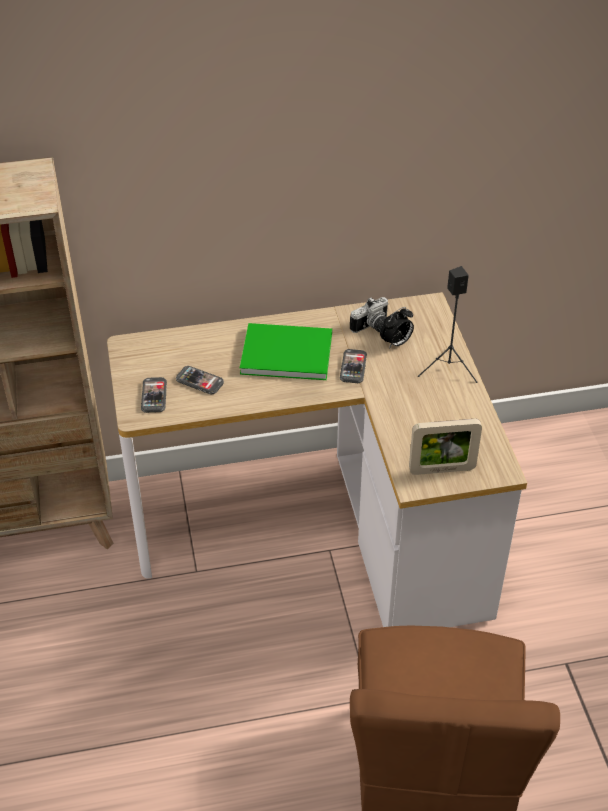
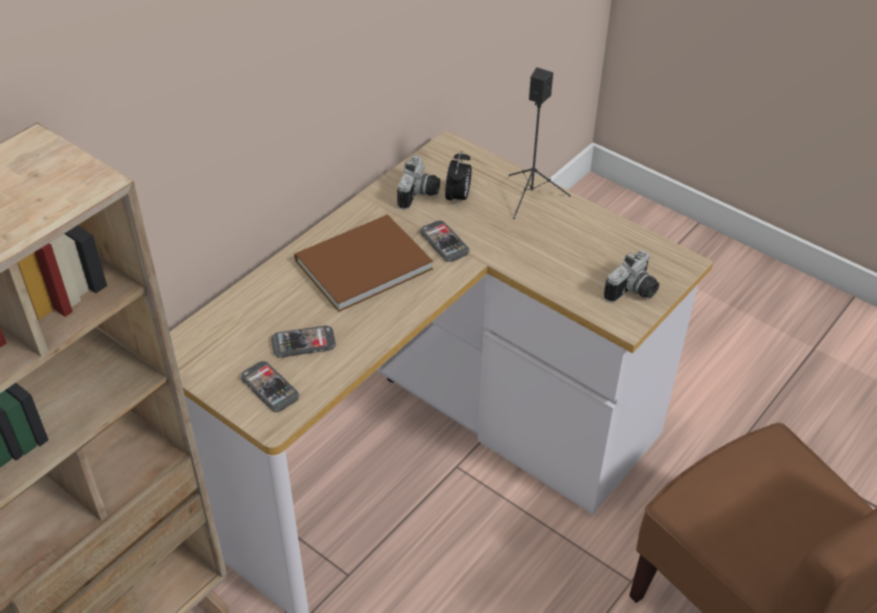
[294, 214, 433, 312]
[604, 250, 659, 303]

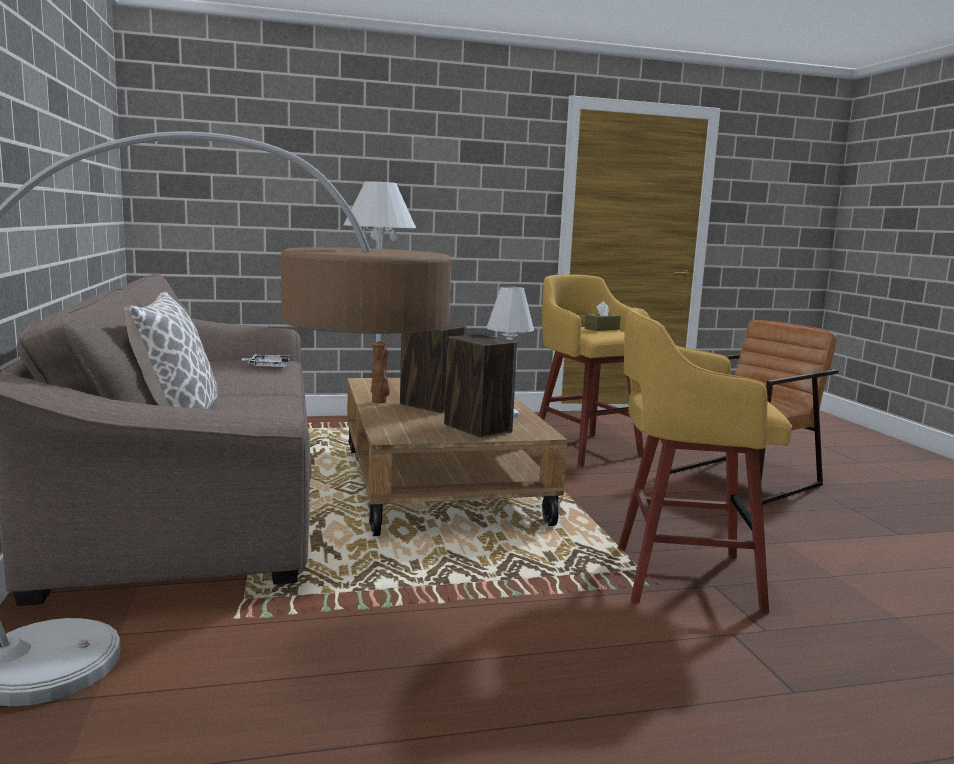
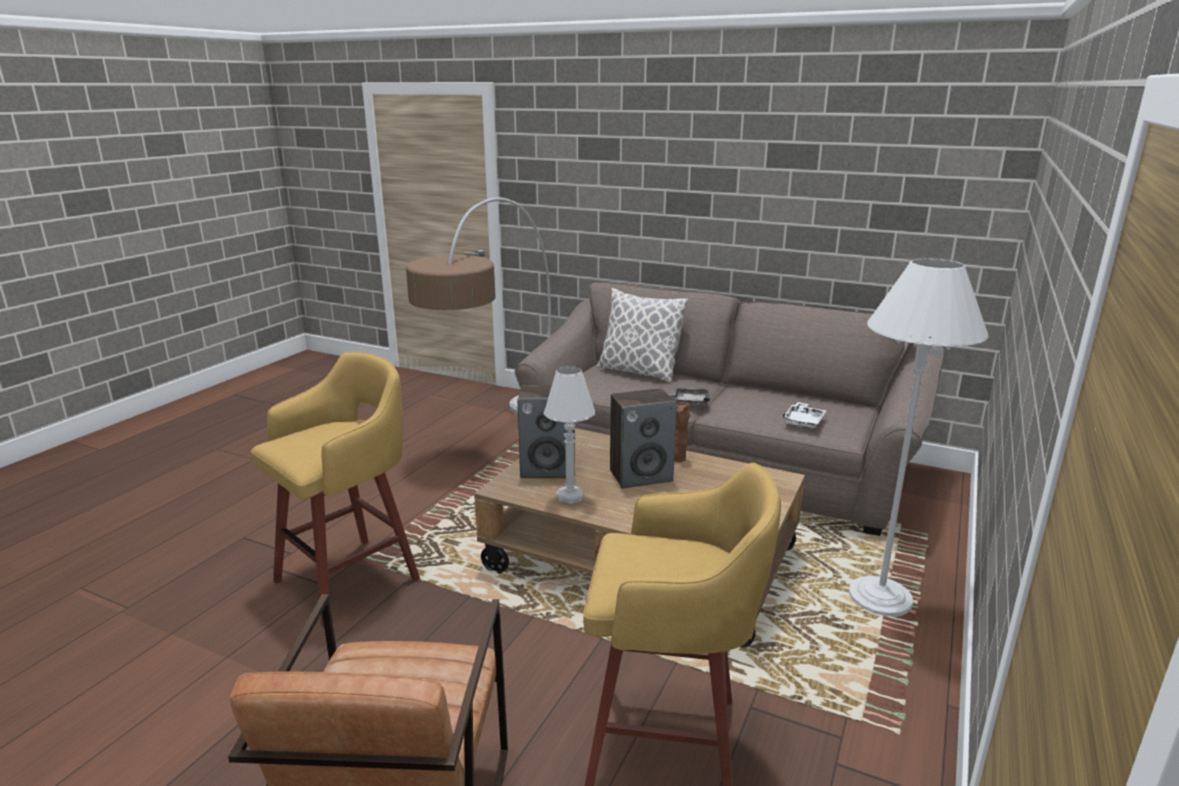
[585, 301, 621, 331] (first image)
[668, 387, 710, 406]

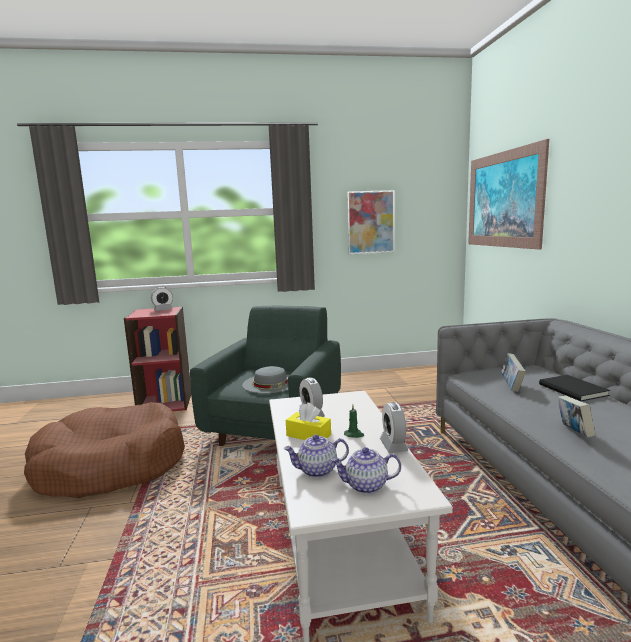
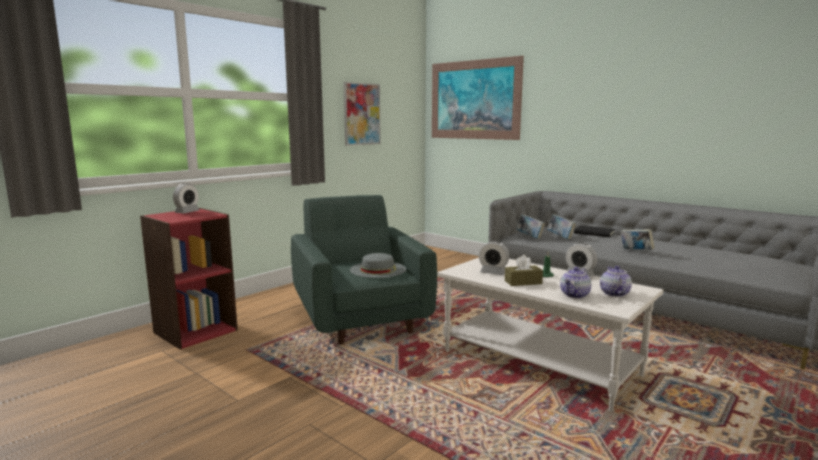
[24, 402, 185, 498] (first image)
[505, 255, 543, 286]
[600, 266, 632, 297]
[517, 214, 545, 239]

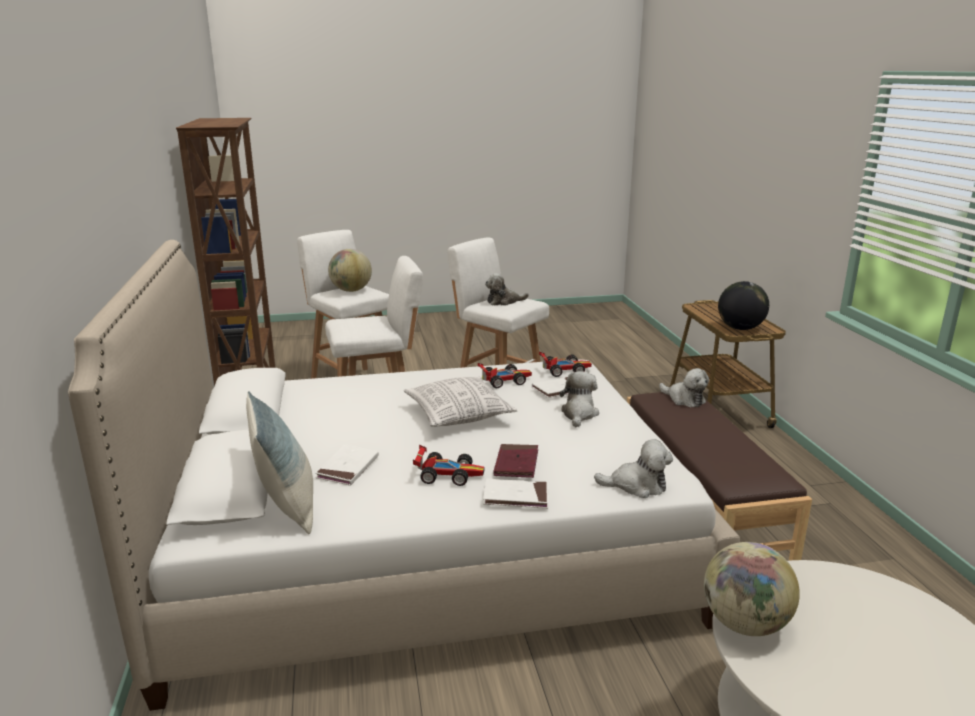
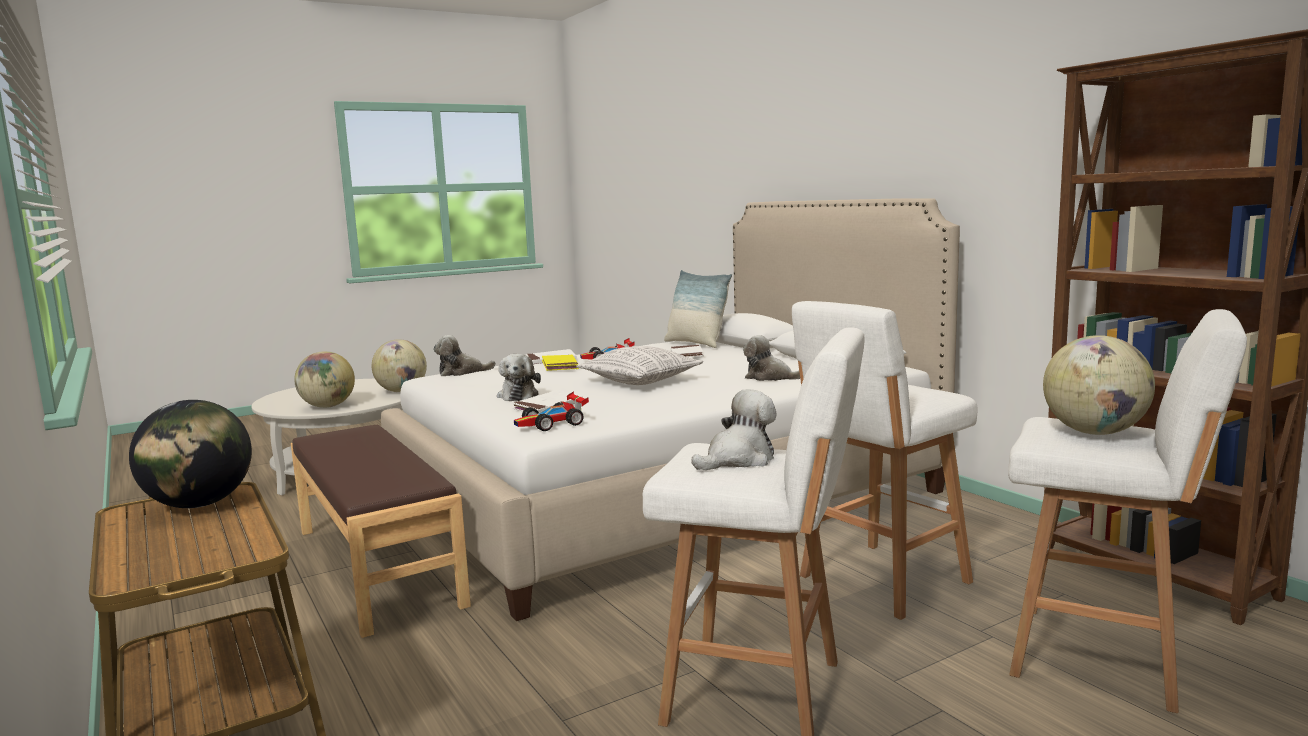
[478, 363, 532, 388] (first image)
[542, 355, 579, 371]
[743, 335, 800, 381]
[294, 351, 355, 408]

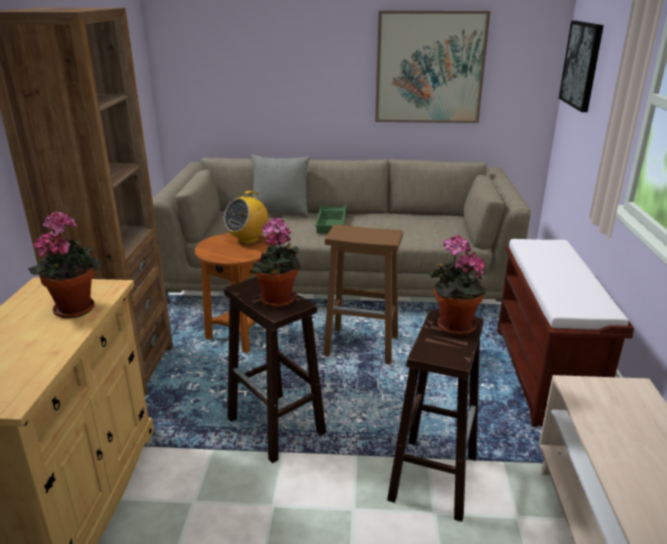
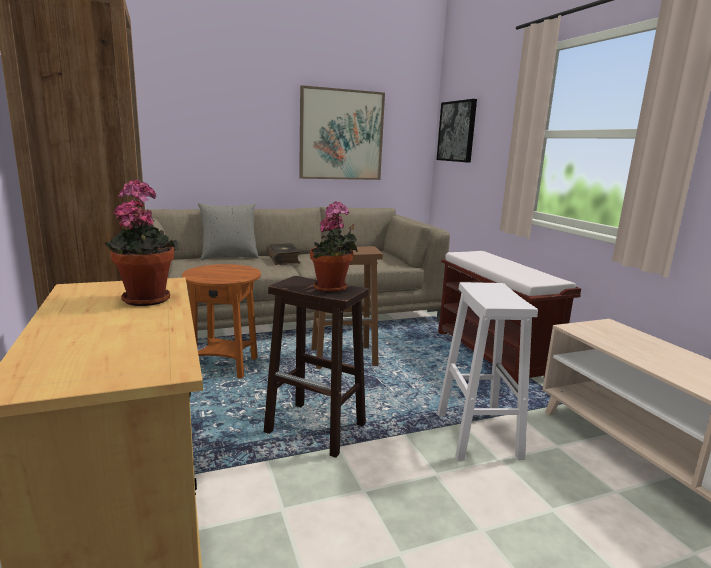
[224, 191, 268, 244] (first image)
[267, 243, 301, 265]
[437, 282, 538, 460]
[428, 235, 486, 336] (first image)

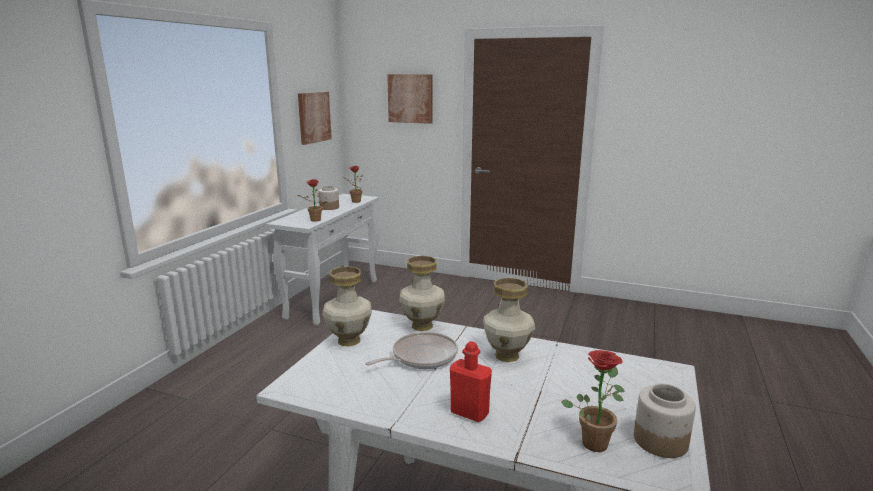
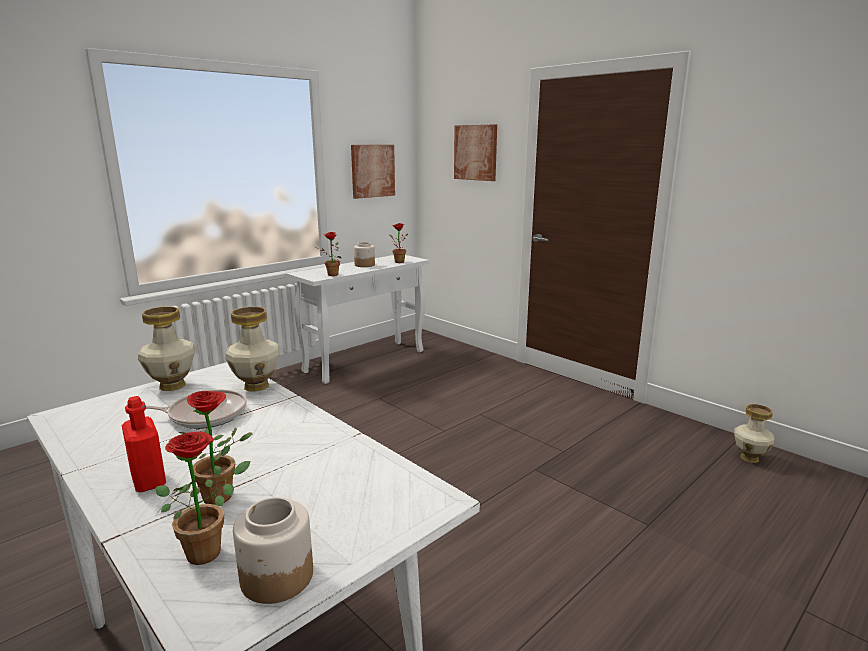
[734, 404, 775, 463]
[179, 391, 253, 505]

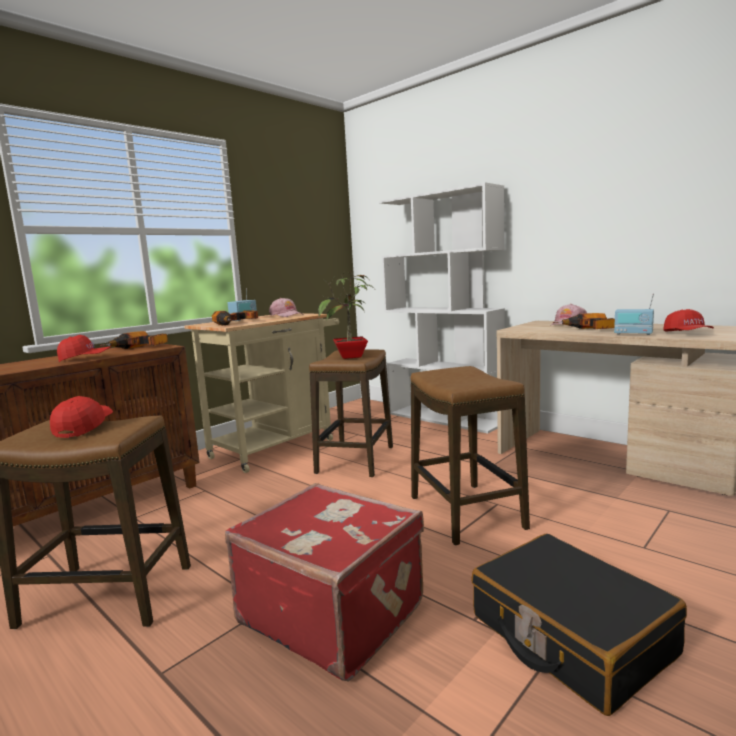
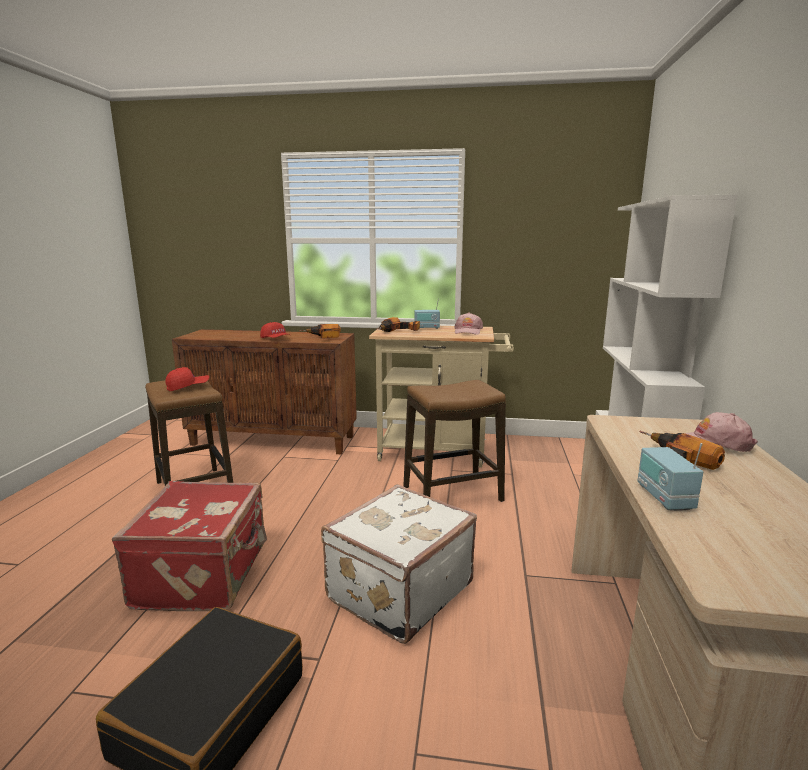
[318, 273, 375, 359] (first image)
[321, 484, 477, 644]
[663, 309, 714, 332] (first image)

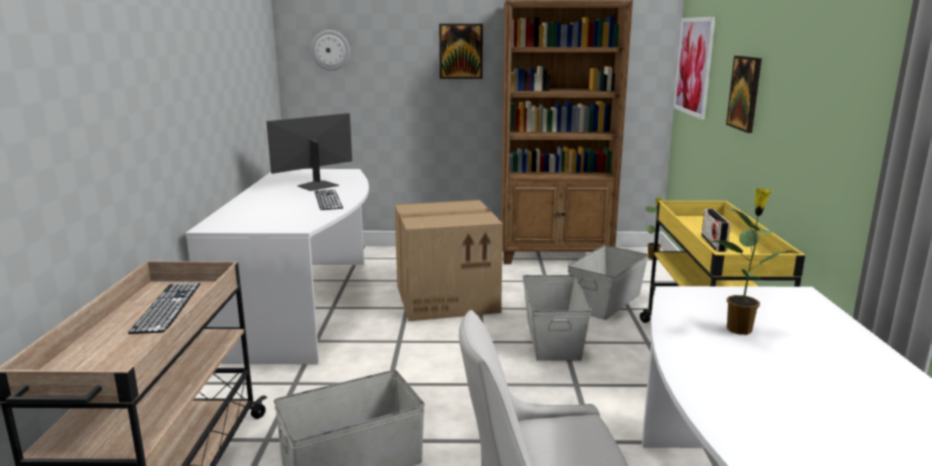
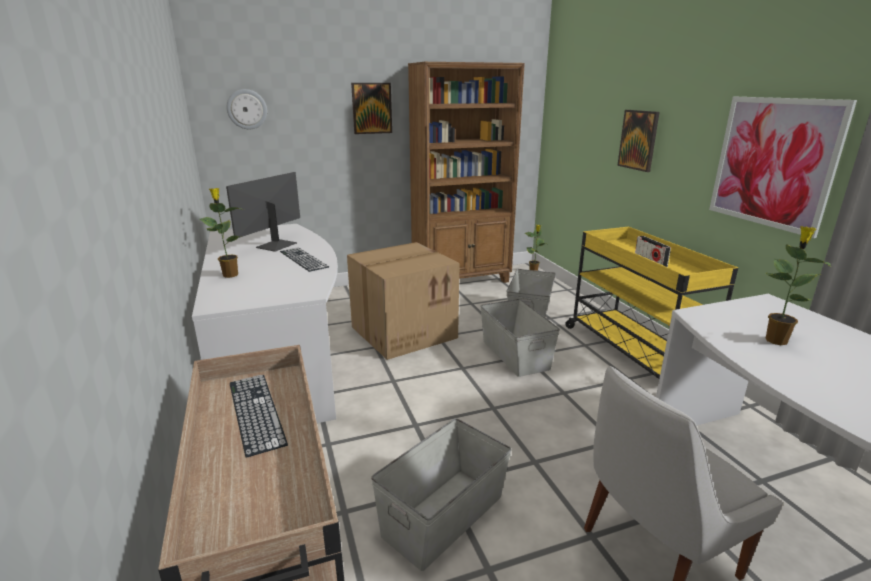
[709, 97, 857, 238]
[200, 188, 244, 278]

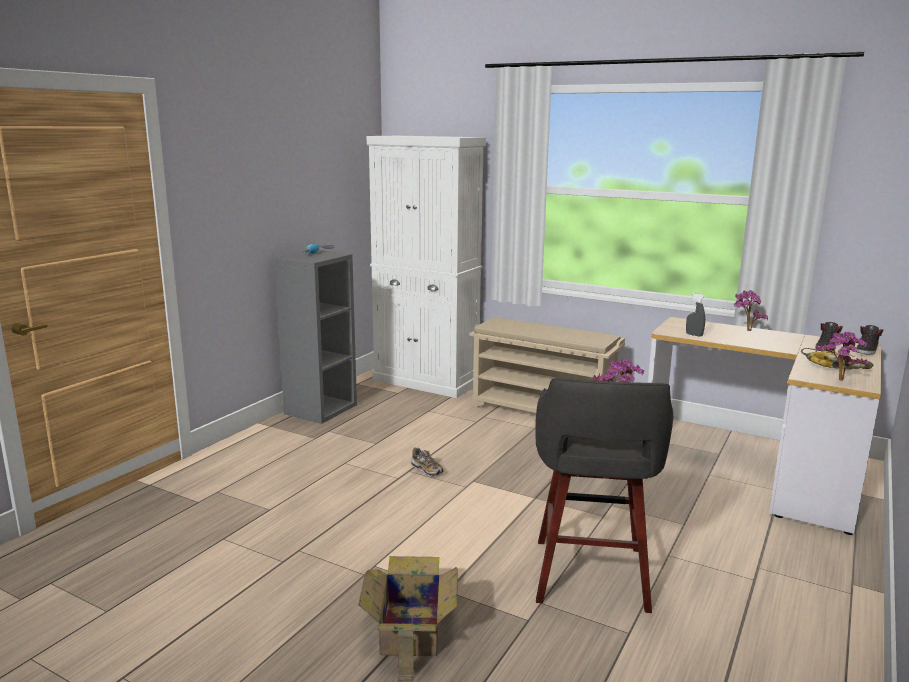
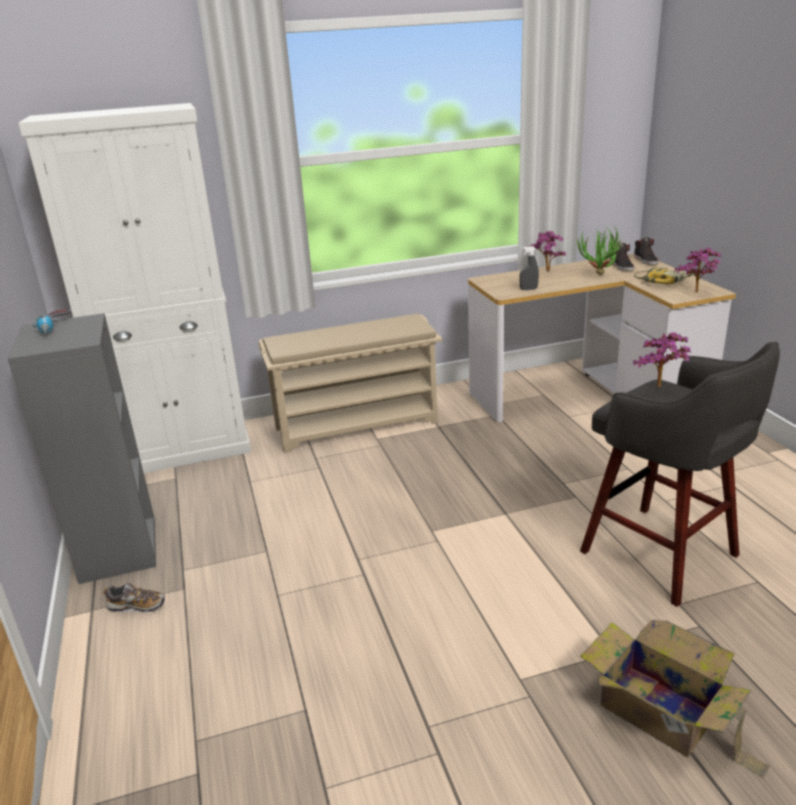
[103, 583, 165, 612]
[576, 228, 623, 275]

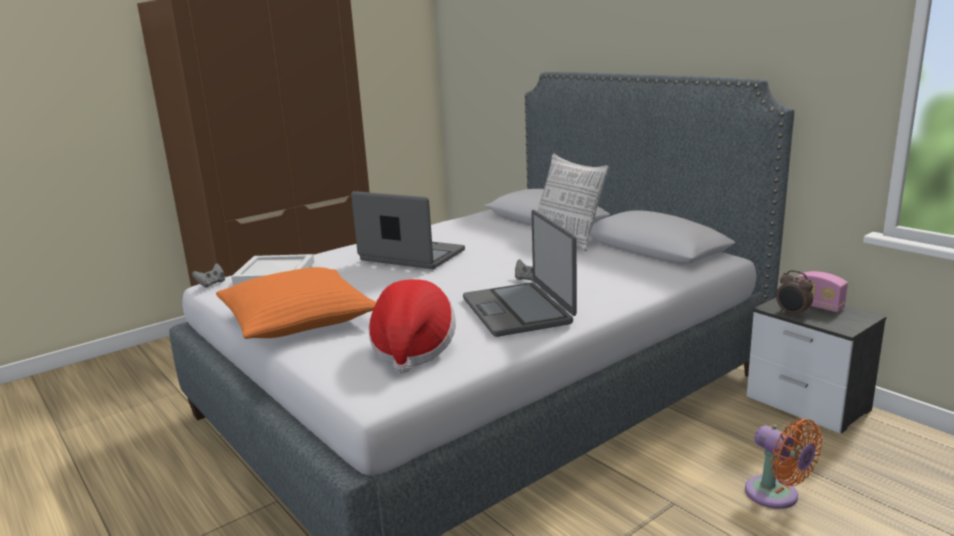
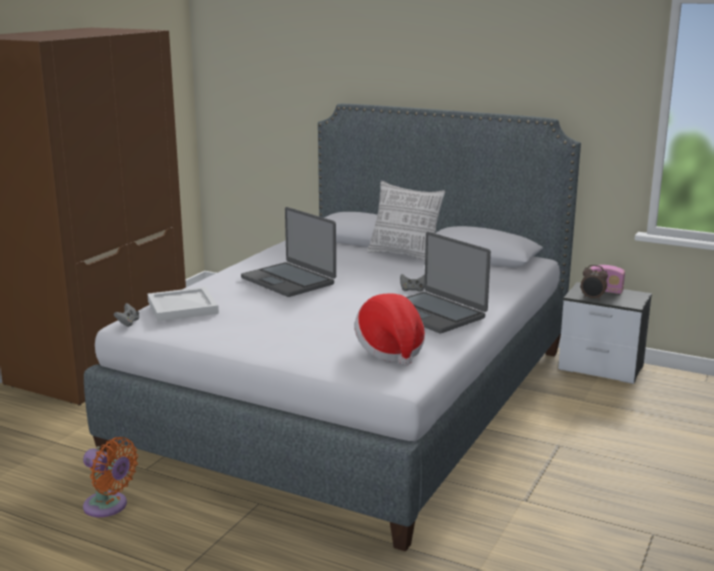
[216, 267, 376, 339] (first image)
[241, 207, 336, 297]
[83, 437, 138, 517]

